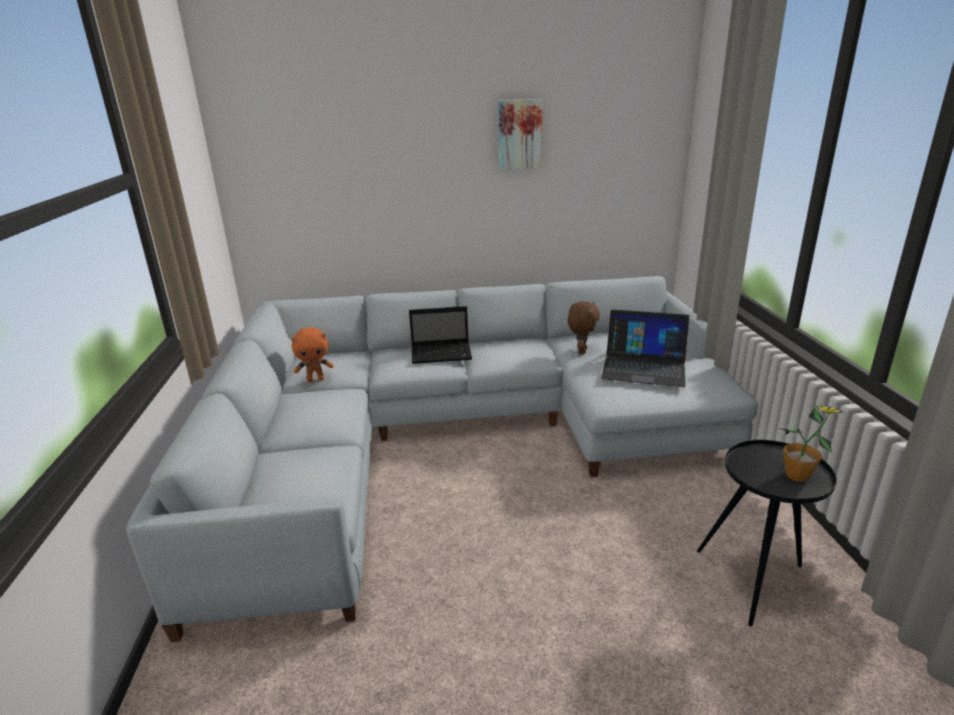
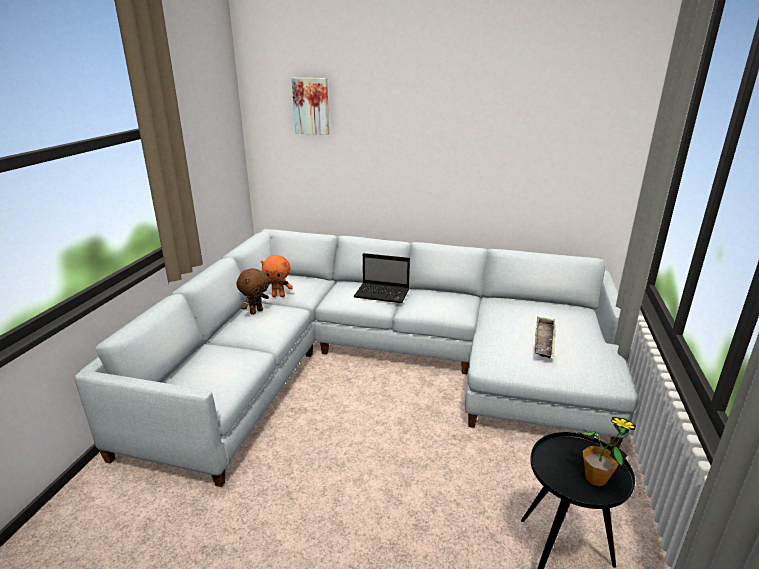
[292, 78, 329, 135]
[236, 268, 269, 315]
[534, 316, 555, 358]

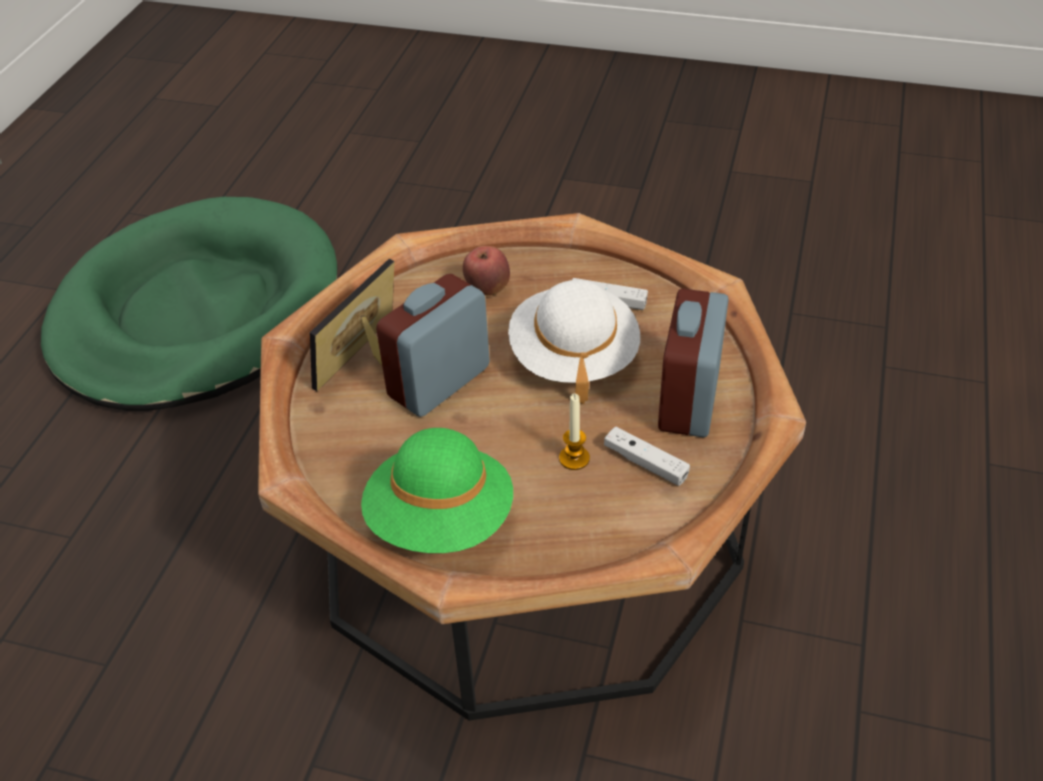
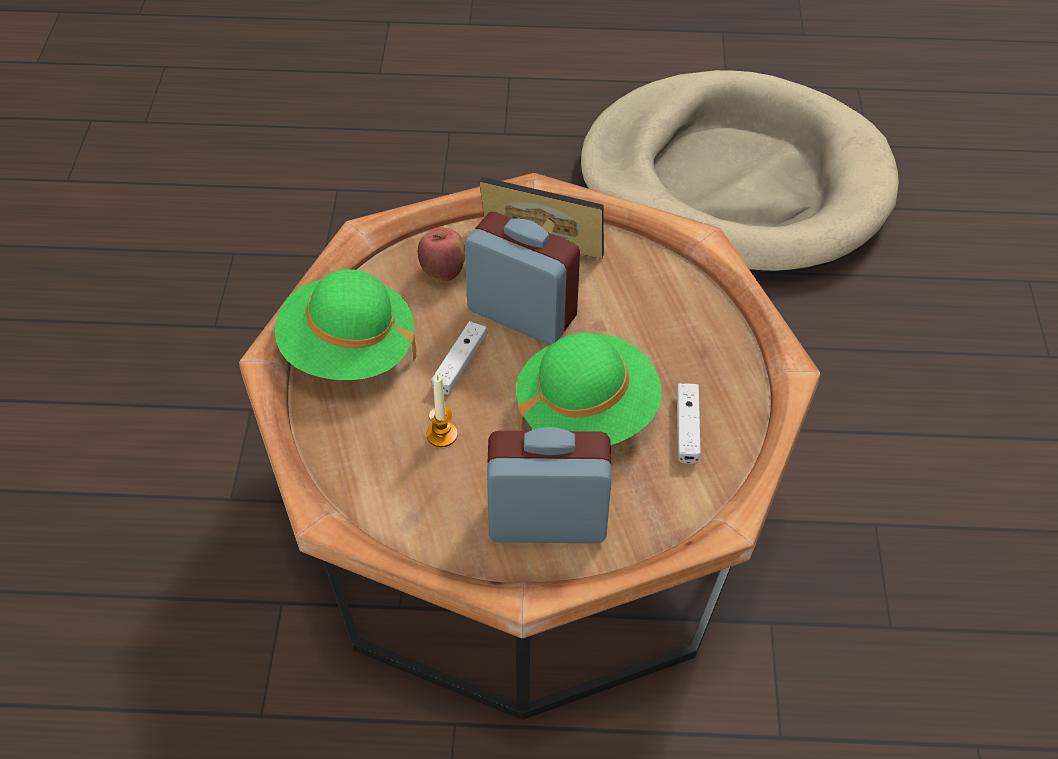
[580, 70, 899, 275]
[418, 227, 465, 282]
[516, 332, 662, 445]
[431, 321, 487, 395]

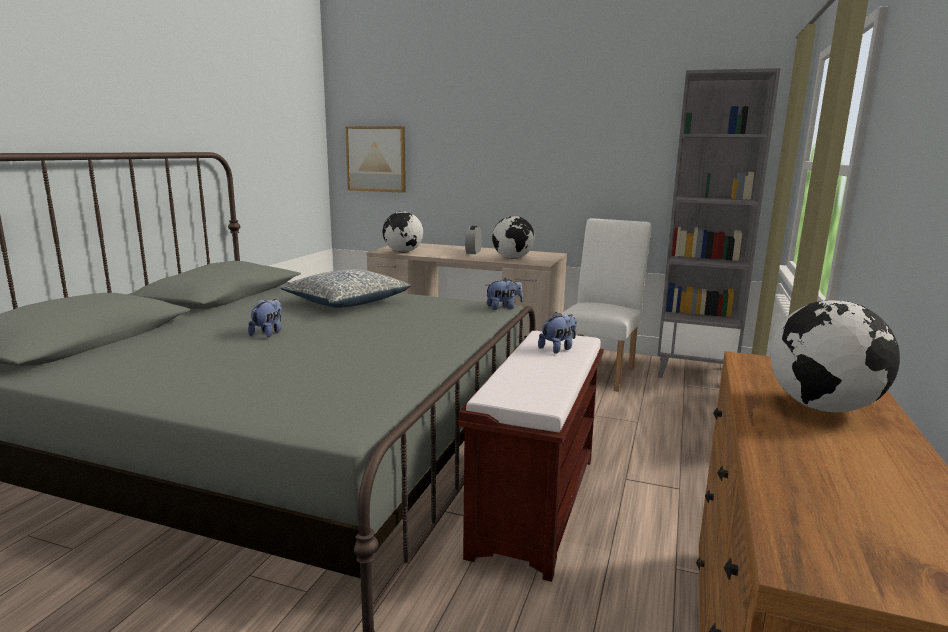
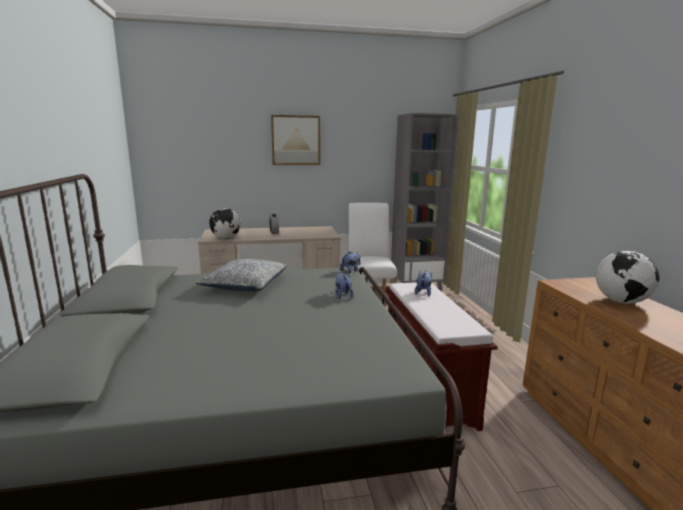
[335, 273, 354, 299]
[271, 115, 320, 165]
[492, 216, 535, 259] (first image)

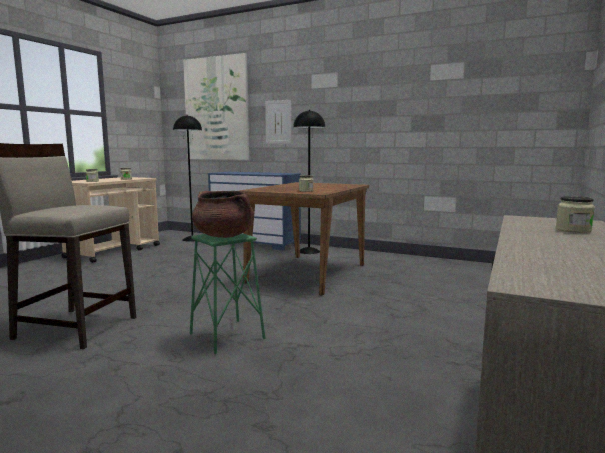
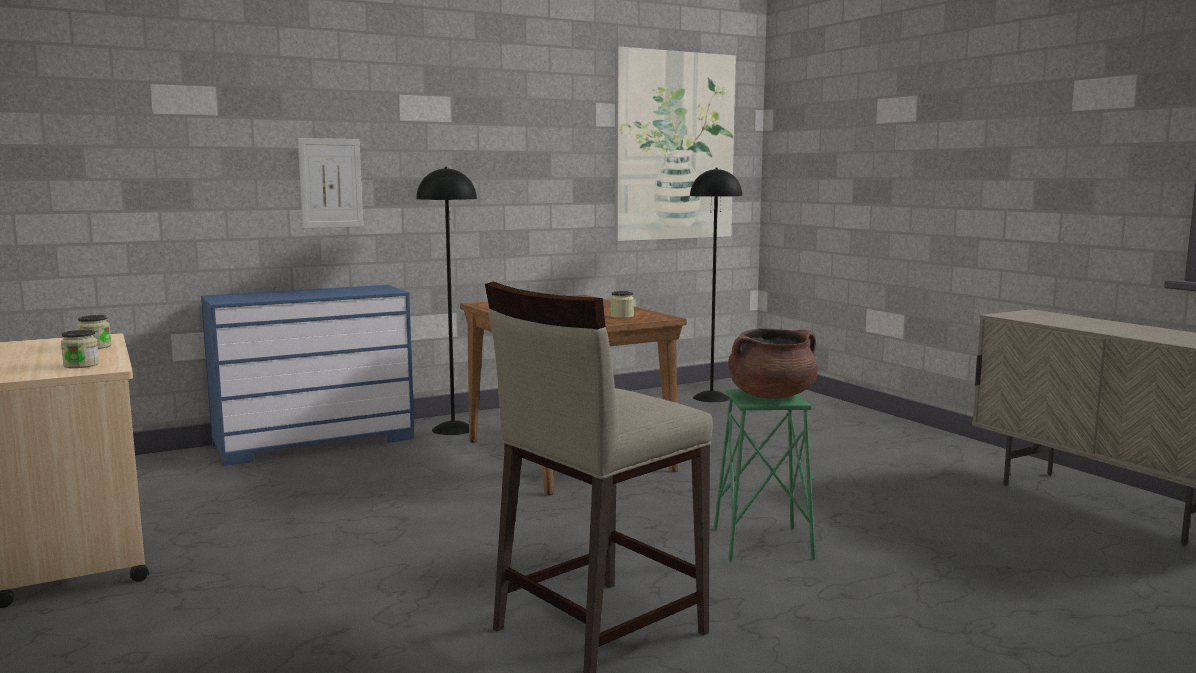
[690, 168, 742, 402]
[615, 46, 736, 241]
[556, 196, 595, 233] (first image)

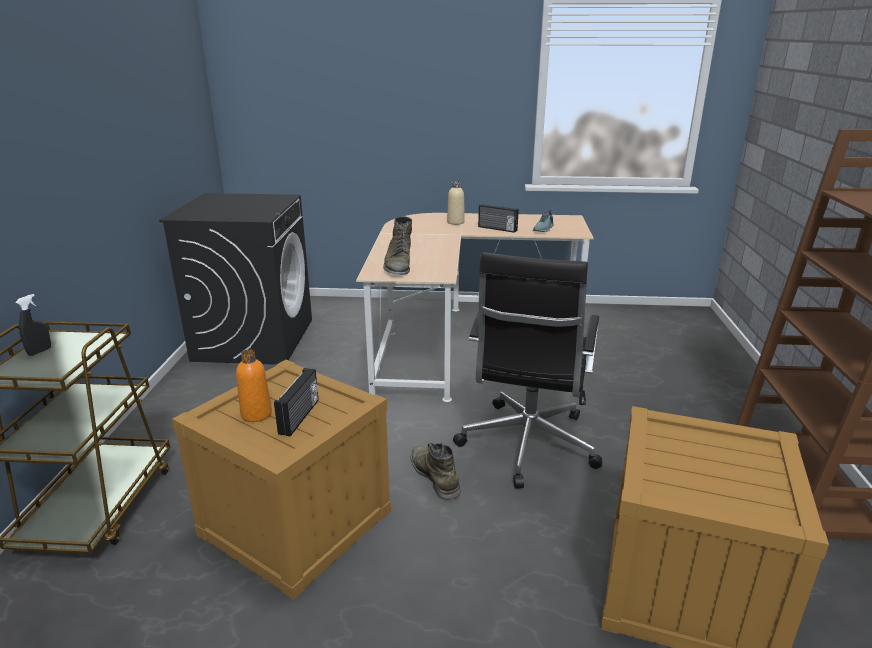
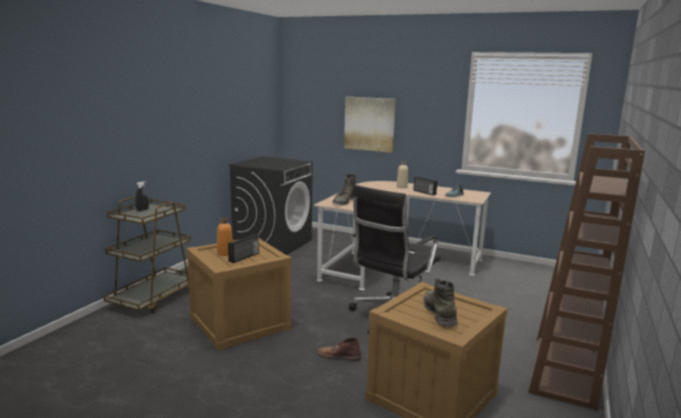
[423, 278, 457, 327]
[317, 337, 361, 361]
[344, 97, 396, 153]

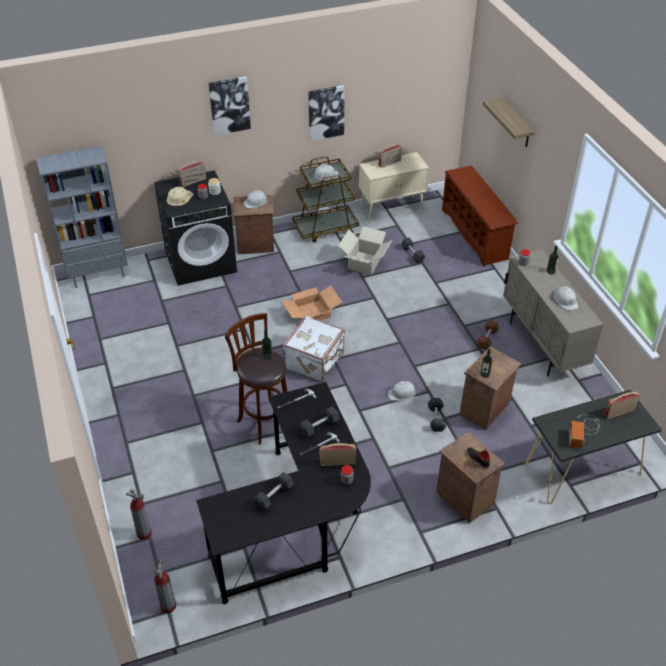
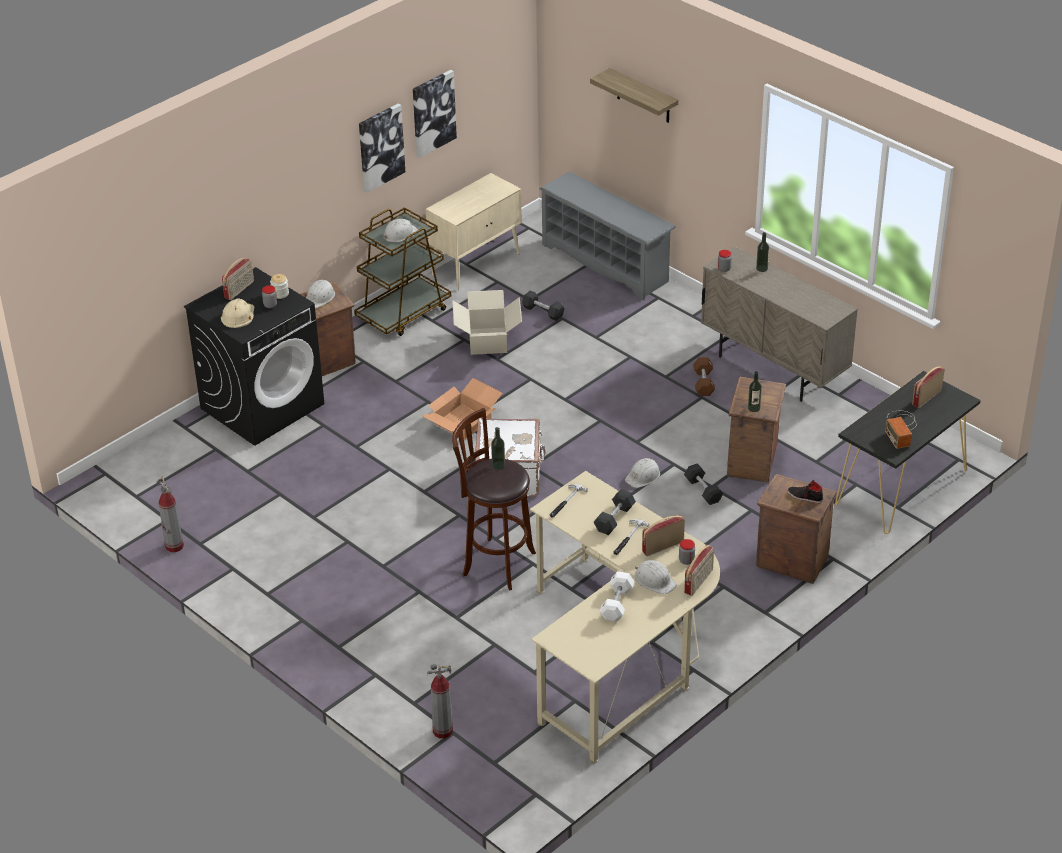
[36, 146, 128, 288] (first image)
[156, 476, 184, 553]
[530, 471, 720, 763]
[413, 70, 457, 158]
[600, 571, 634, 622]
[684, 545, 714, 596]
[540, 172, 676, 300]
[635, 560, 677, 594]

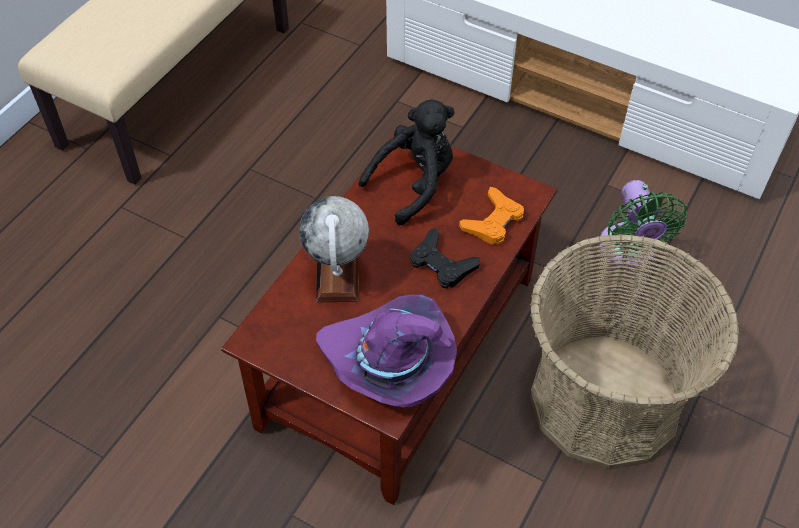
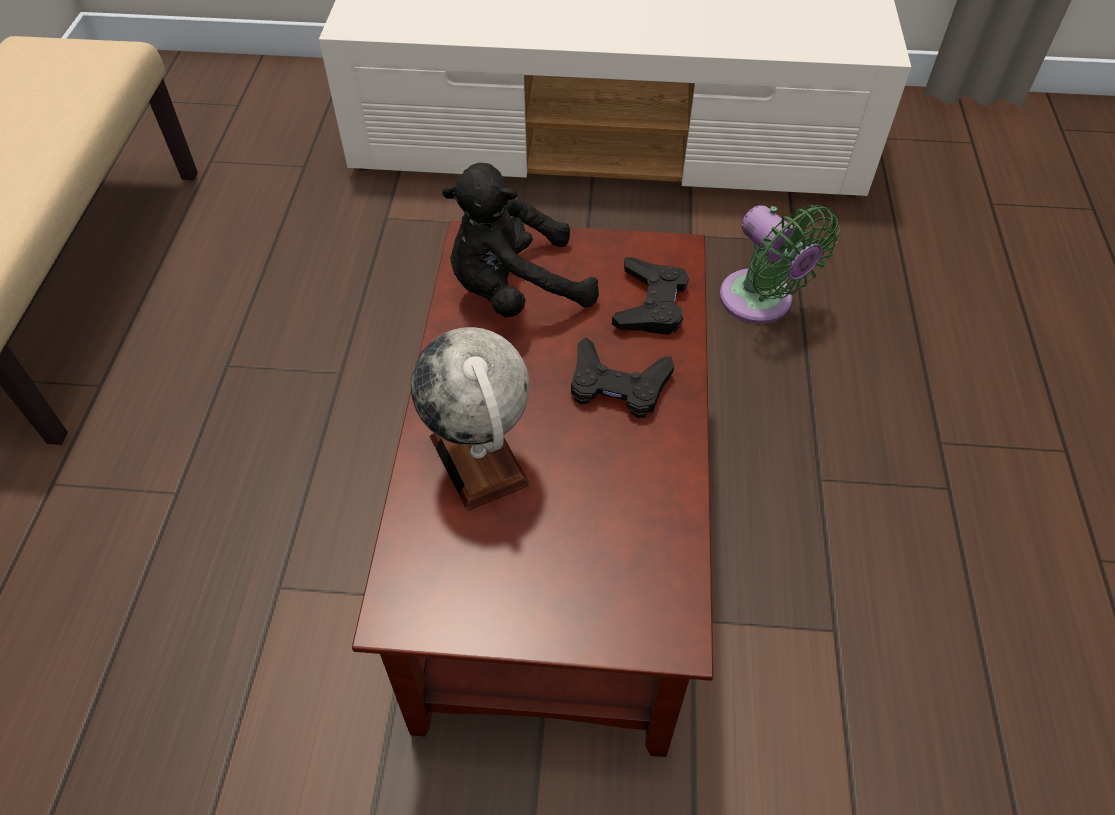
[316, 295, 457, 408] (first image)
[442, 163, 599, 317]
[612, 257, 689, 335]
[530, 234, 739, 470] (first image)

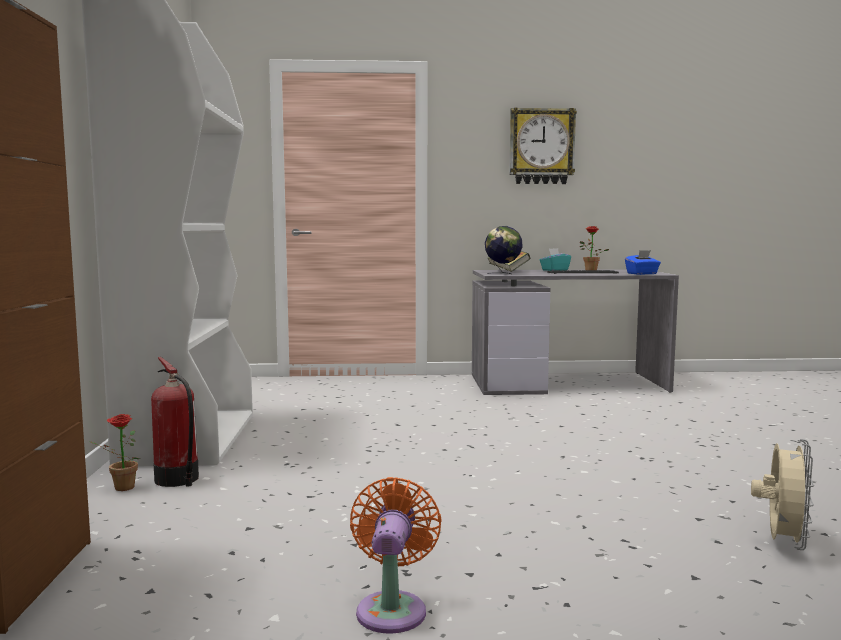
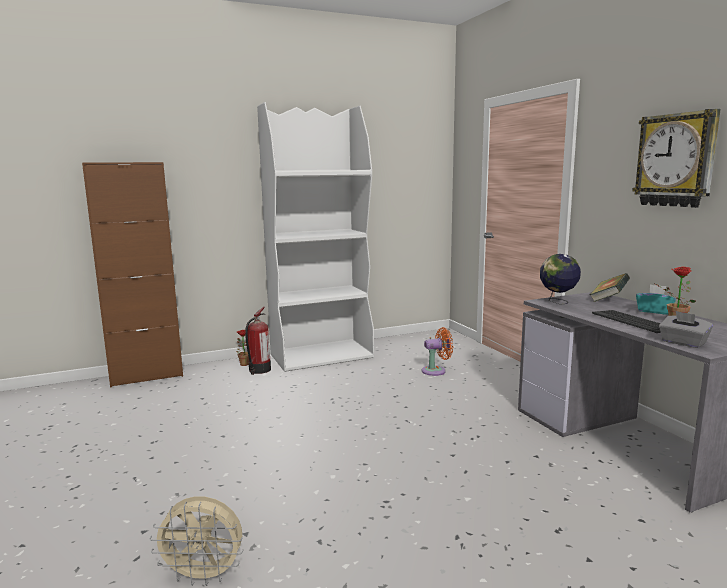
[422, 327, 453, 376]
[659, 311, 713, 348]

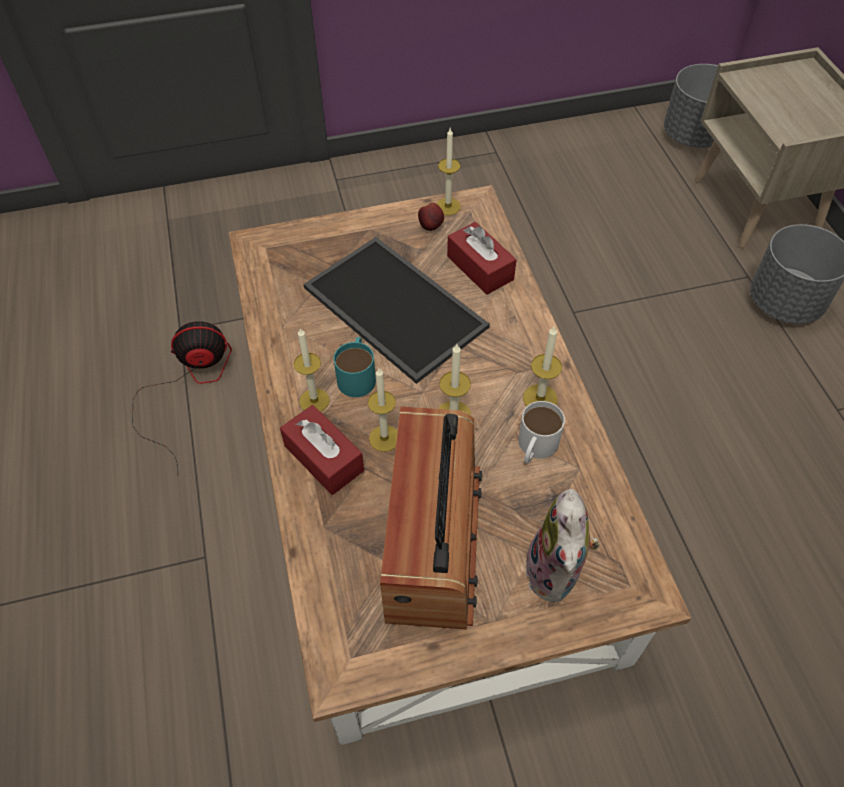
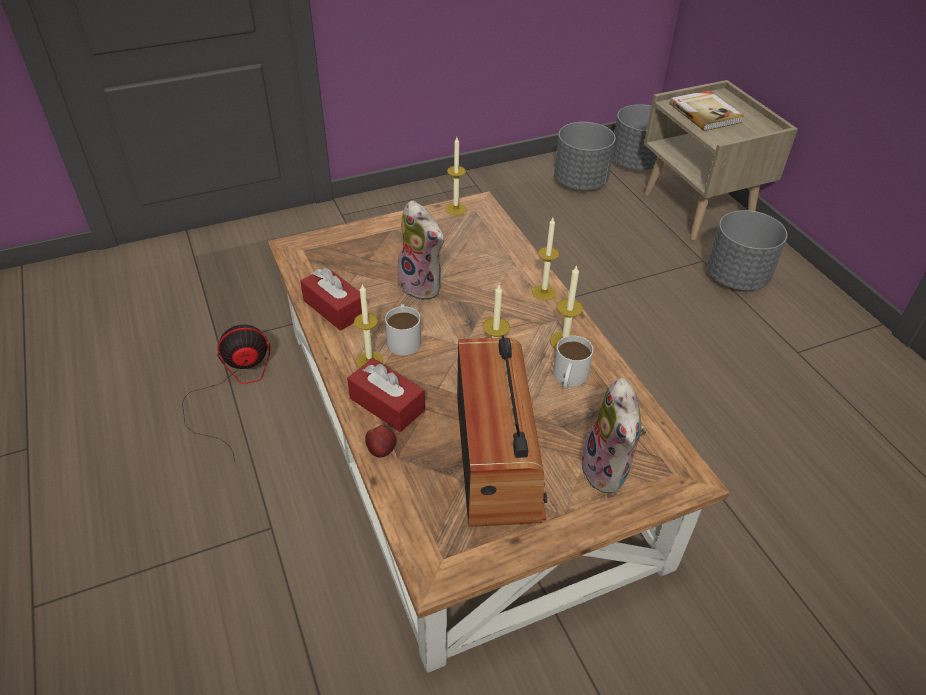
[397, 201, 444, 301]
[385, 304, 421, 355]
[532, 218, 559, 301]
[365, 425, 396, 458]
[300, 267, 362, 331]
[554, 122, 616, 190]
[669, 90, 744, 131]

